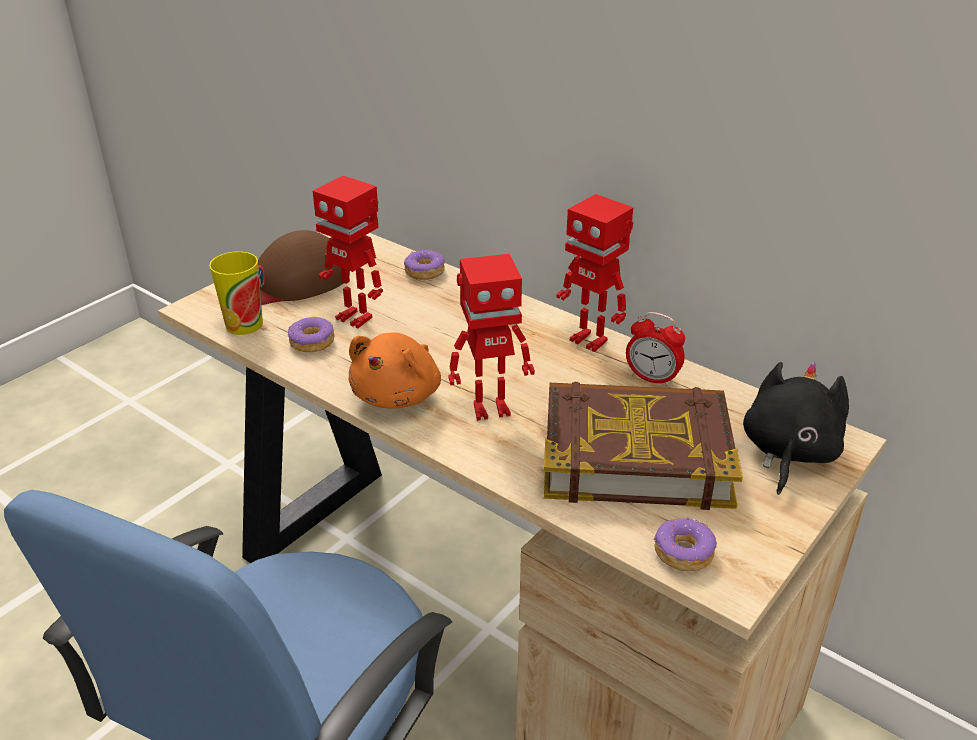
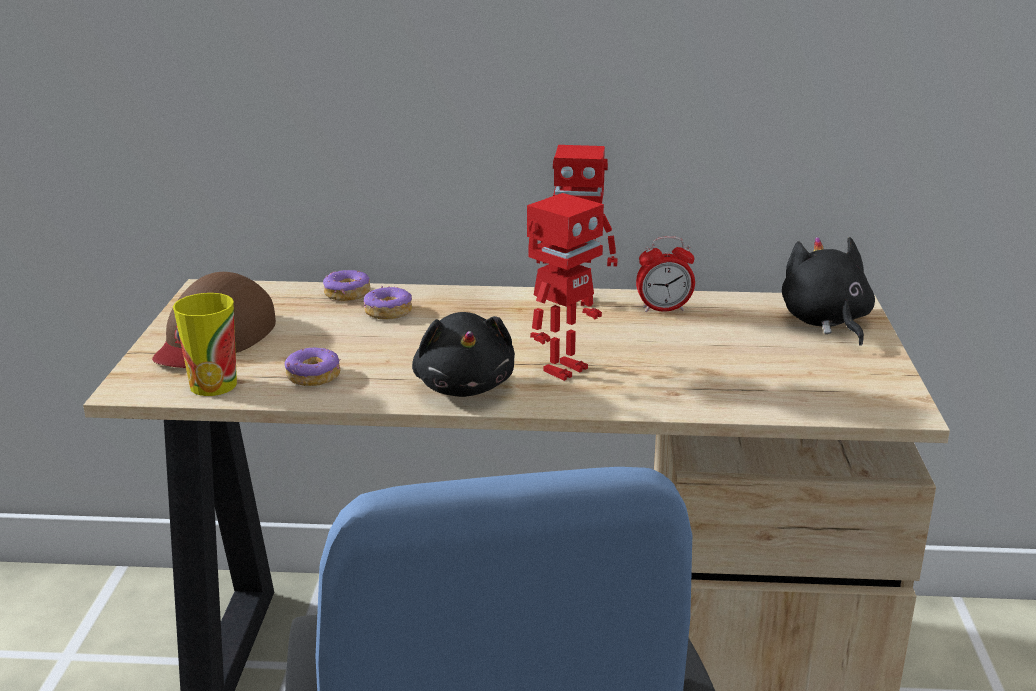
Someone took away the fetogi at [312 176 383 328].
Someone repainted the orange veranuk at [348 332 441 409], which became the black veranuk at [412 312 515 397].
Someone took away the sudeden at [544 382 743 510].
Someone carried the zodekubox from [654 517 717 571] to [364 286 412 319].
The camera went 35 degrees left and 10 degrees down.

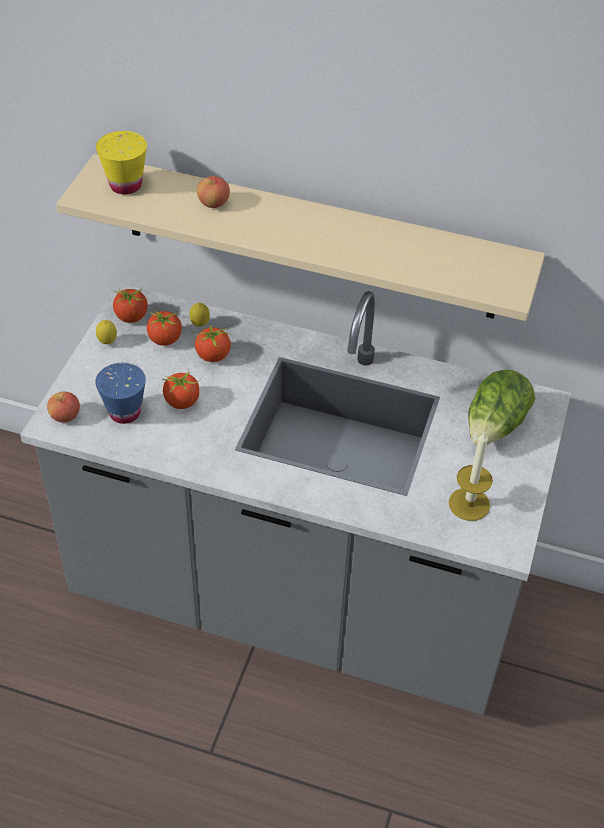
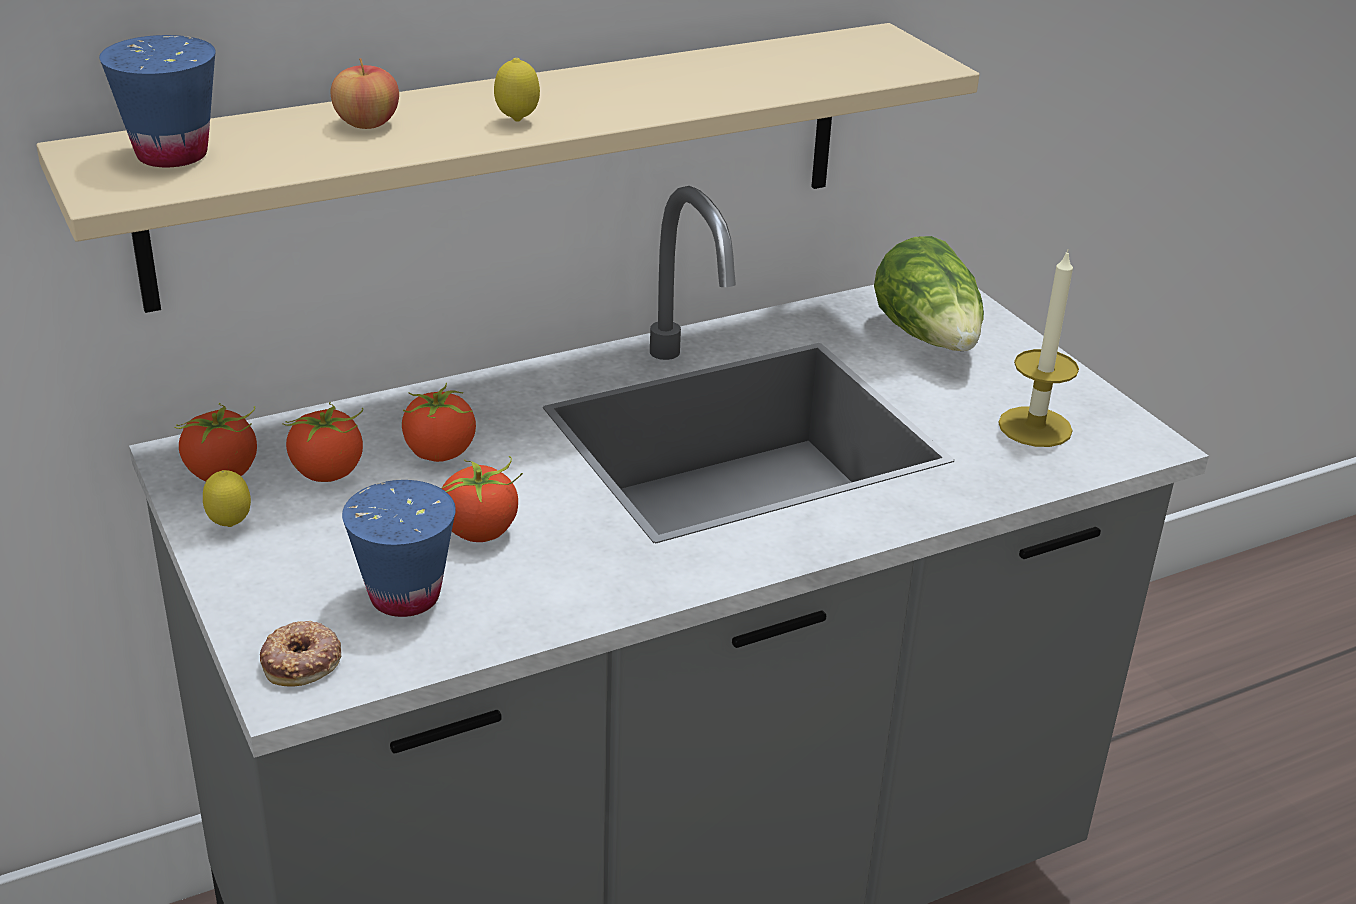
Someone repainted the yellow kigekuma at [96 131 147 195], which became the blue kigekuma at [99 35 216 167].
Someone carried the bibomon from [189 303 210 327] to [494 58 540 122].
Someone swapped the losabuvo at [47 391 80 422] for the zodekubox at [260 621 341 687].
The camera went 45 degrees left and 15 degrees down.

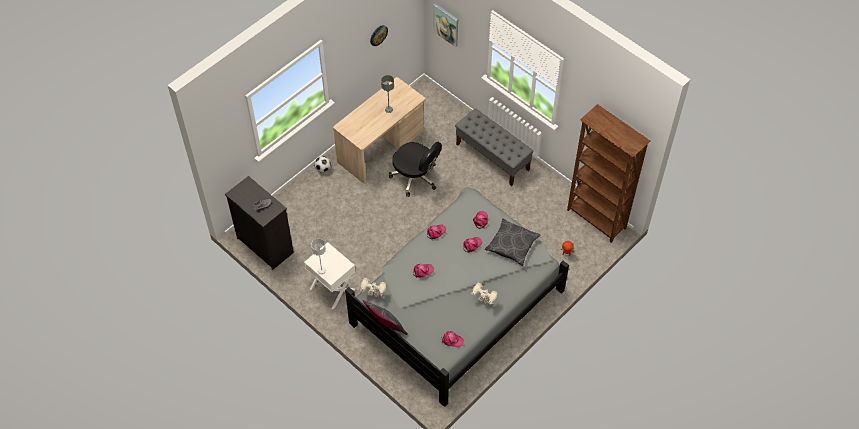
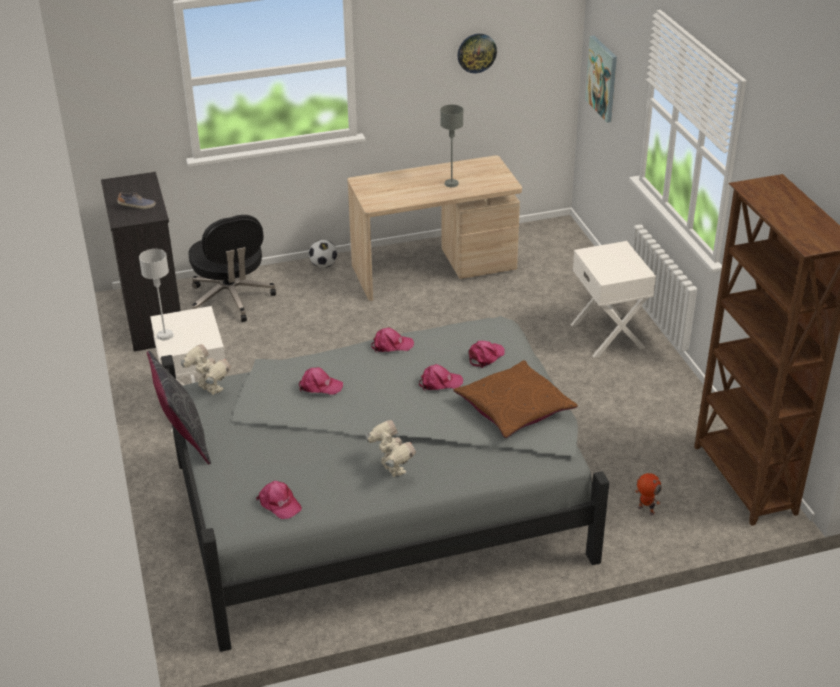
Someone swapped the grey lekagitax at [455 108 534 186] for the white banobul at [571 241 656 358].
Someone carried the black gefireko from [389 142 442 197] to [189 215 276 322].
Someone repainted the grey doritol at [485 218 540 266], which became the brown doritol at [453 360 578 438].
The camera went 30 degrees right and 20 degrees down.

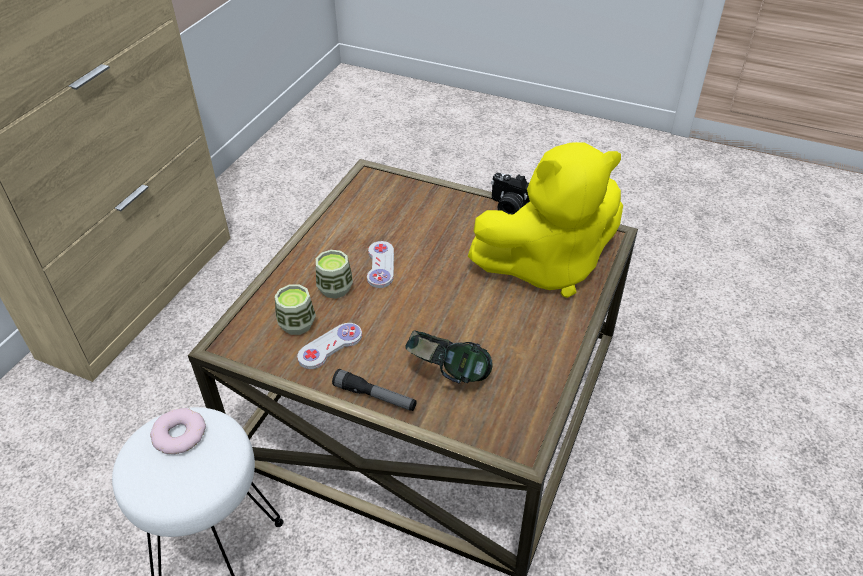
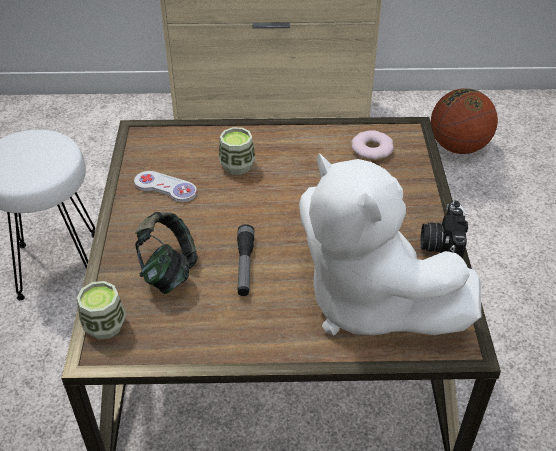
Someone repainted the yellow veranuk at [468 142 623 298], which became the white veranuk at [299 153 481 335].
Someone took away the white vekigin at [367 241 394 288].
Someone carried the kigekuma from [275 284 316 335] to [77 281 126 340].
Someone carried the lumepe from [332 369 417 411] to [237 224 254 296].
Someone carried the zodekubox from [150 408 206 454] to [351 130 394 160].
Someone put down the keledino at [431 88 498 154].
The camera went 65 degrees right and 0 degrees up.

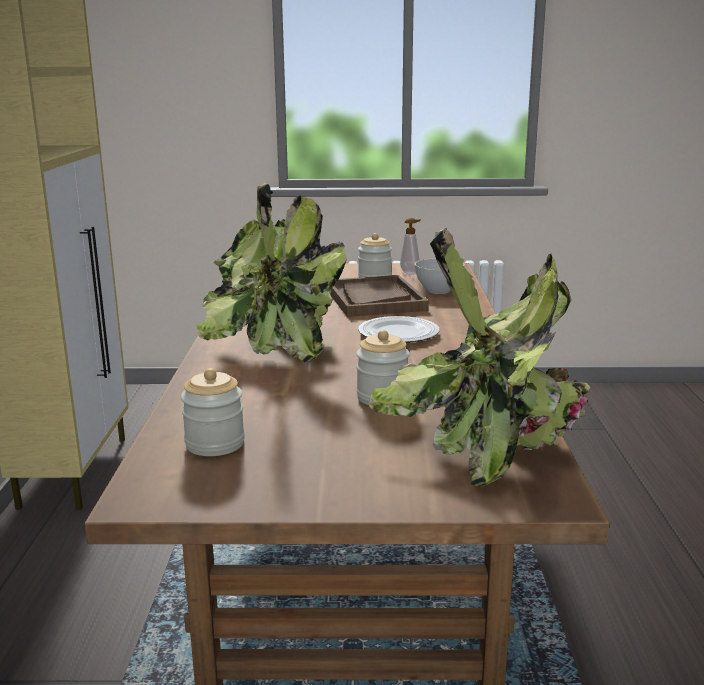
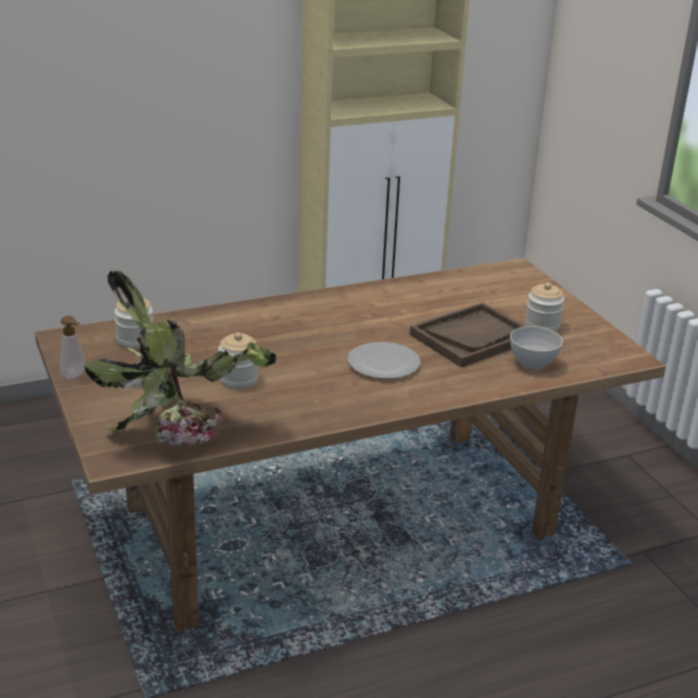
Someone took away the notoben at [197 182 347 362].
Someone carried the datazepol from [400 218 421 274] to [60 316 85 379].
The camera went 65 degrees right and 10 degrees up.

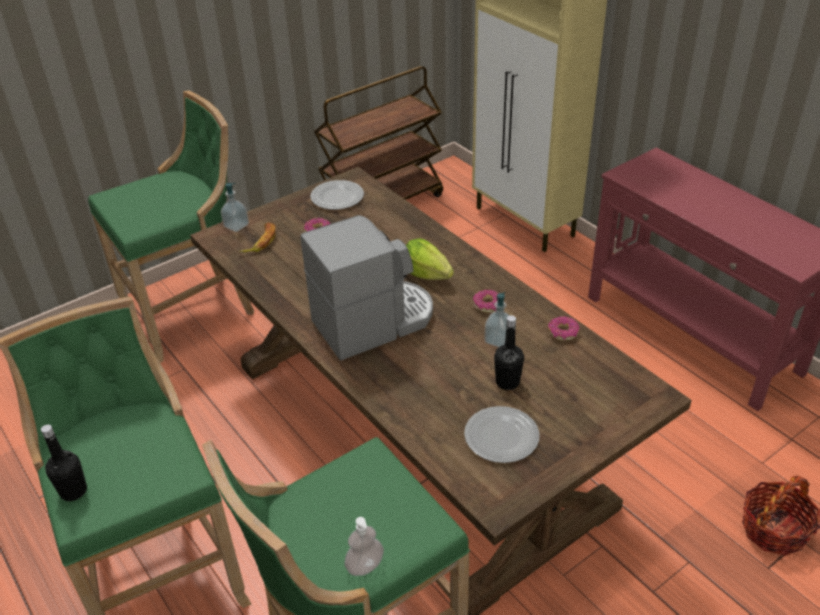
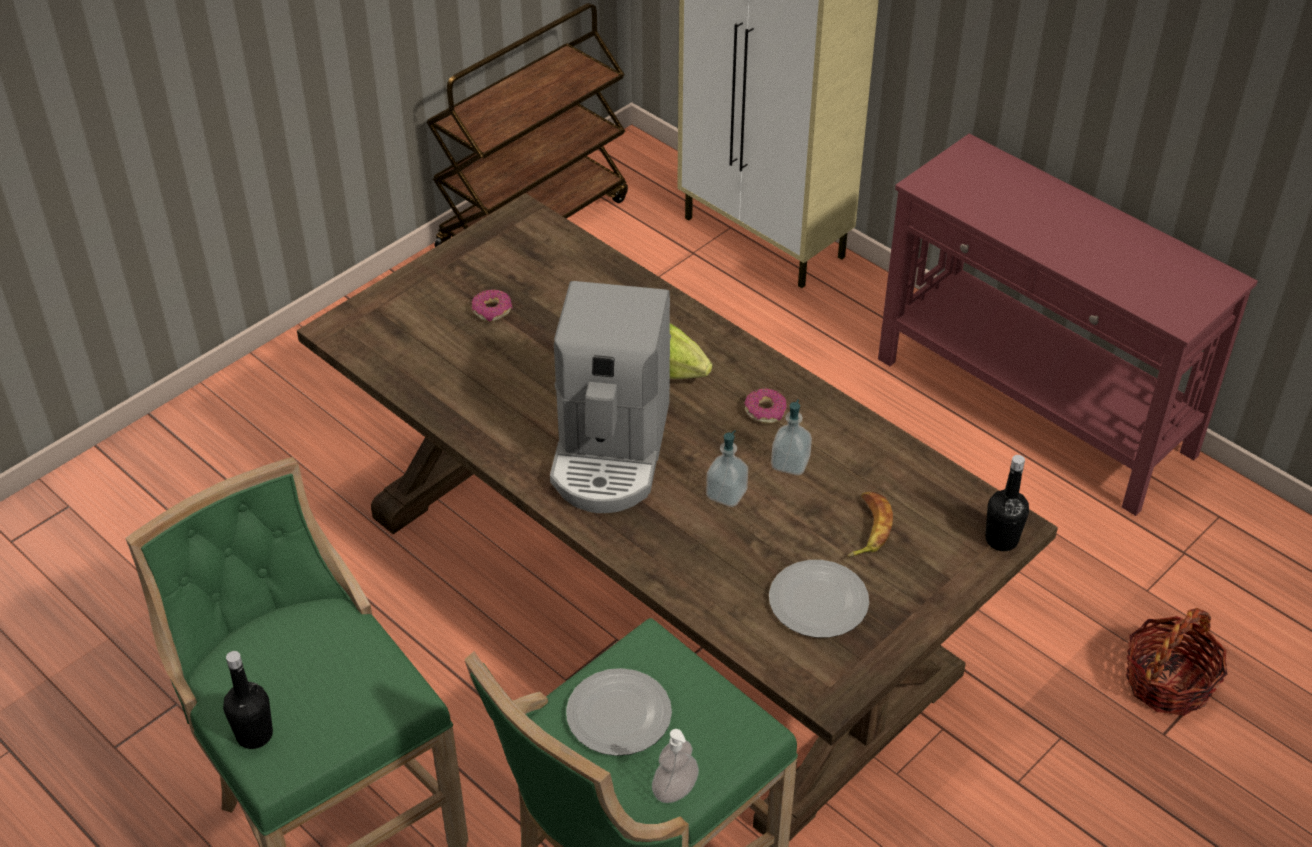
Someone took away the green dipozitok at [88 90 254 363].
Someone carried the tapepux from [310 180 364 210] to [566 668 672 756].
Someone carried the datazepol from [221 183 249 232] to [706 430 748 507].
Someone rotated the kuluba at [300 215 433 360] by 135 degrees clockwise.
Someone carried the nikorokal from [239 222 276 253] to [848 492 893 557].
Someone carried the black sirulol from [494 315 524 390] to [985 455 1029 551].
Someone took away the zodekubox at [548 316 580 341].
The camera went 10 degrees left and 5 degrees up.

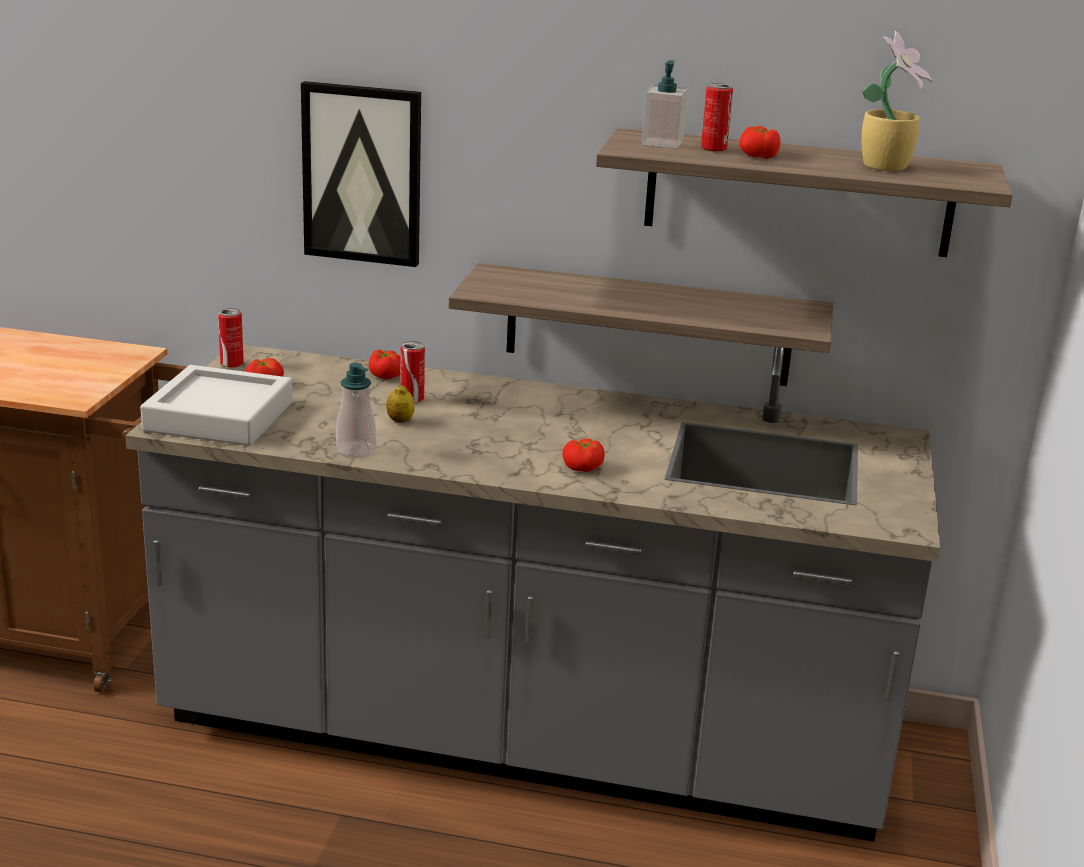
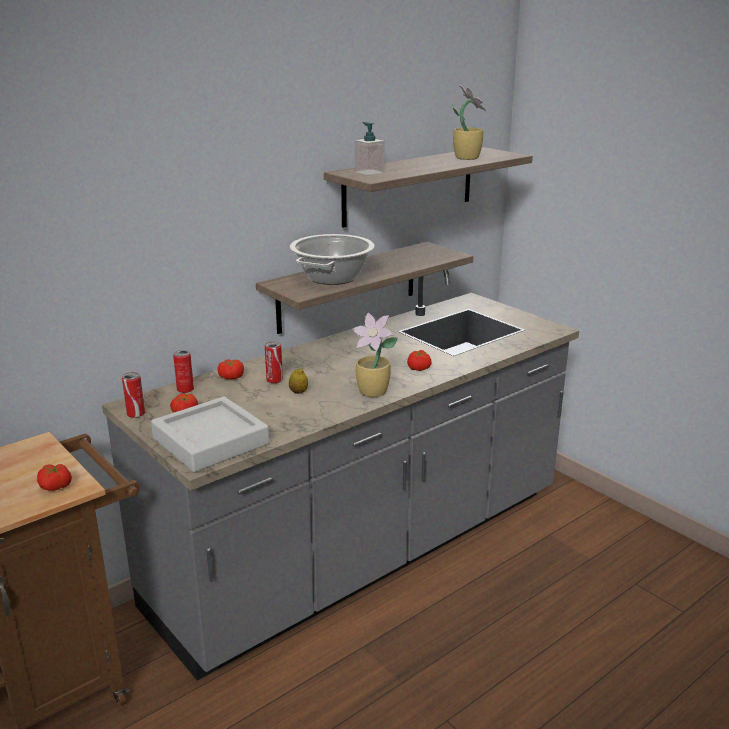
Someone took away the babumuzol at [301 81 421 267].
Someone carried the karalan from [701 83 733 152] to [173 350 194 393].
Someone carried the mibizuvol from [739 126 780 159] to [37 464 72 491].
Someone took away the datazepol at [336 363 376 458].
Someone put down the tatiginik at [290 234 375 285].
Someone put down the notoben at [353 312 398 397].
The camera went 50 degrees left and 0 degrees up.

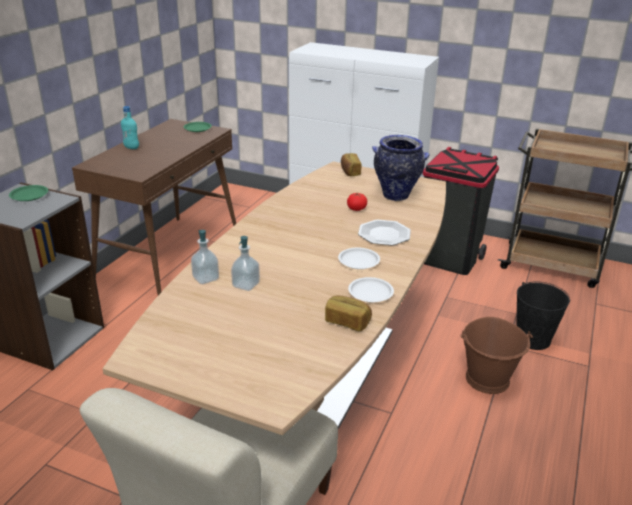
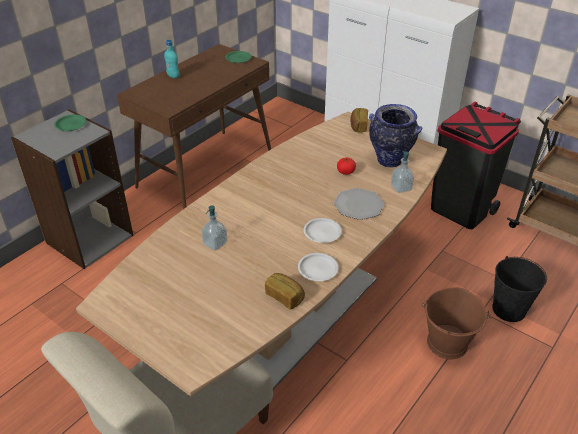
Someone carried the datazepol from [191 230 219 284] to [391 151 414 193].
The camera went 15 degrees right and 10 degrees up.

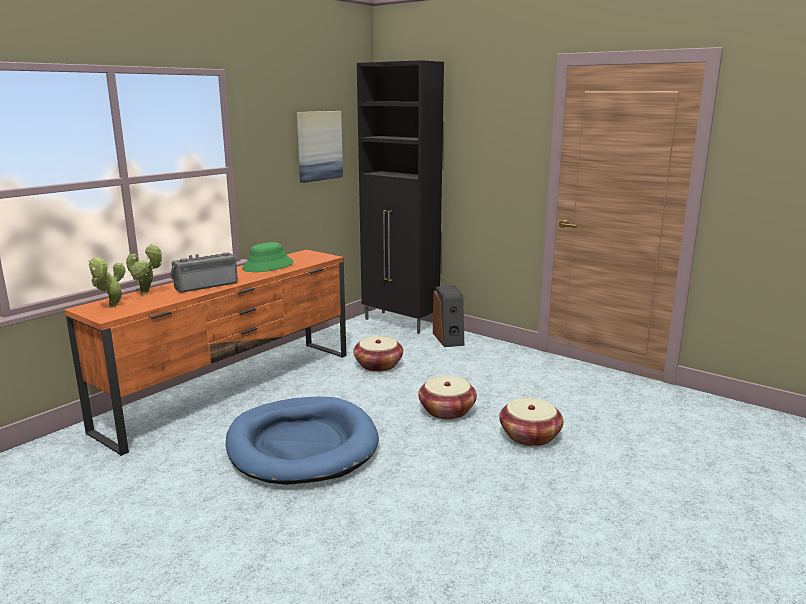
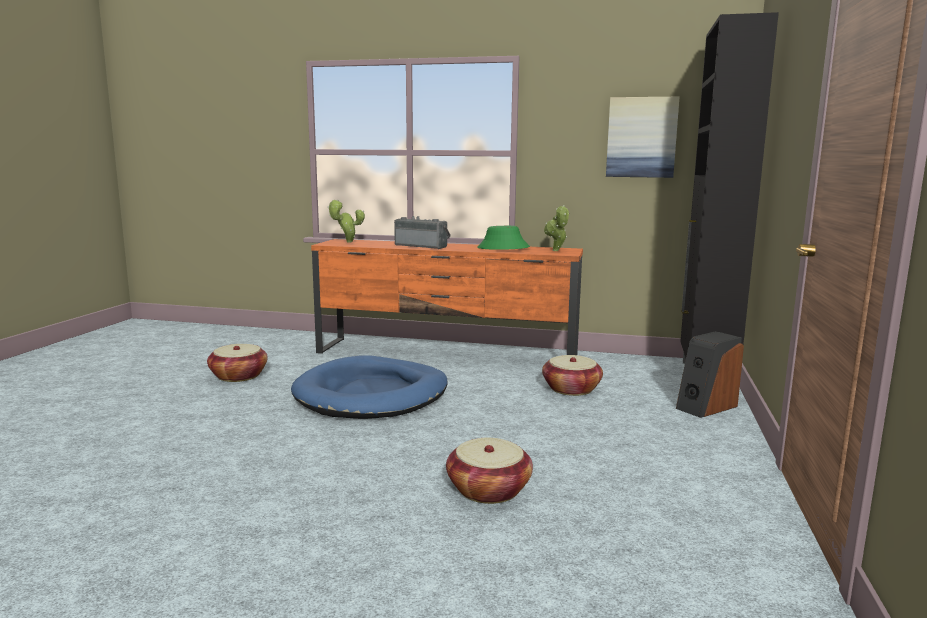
Someone carried the notoben from [126 243 163 295] to [544 205 569 251].
Someone carried the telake from [418 376 477 420] to [207 344 268 382].
The camera went 65 degrees right and 5 degrees down.

